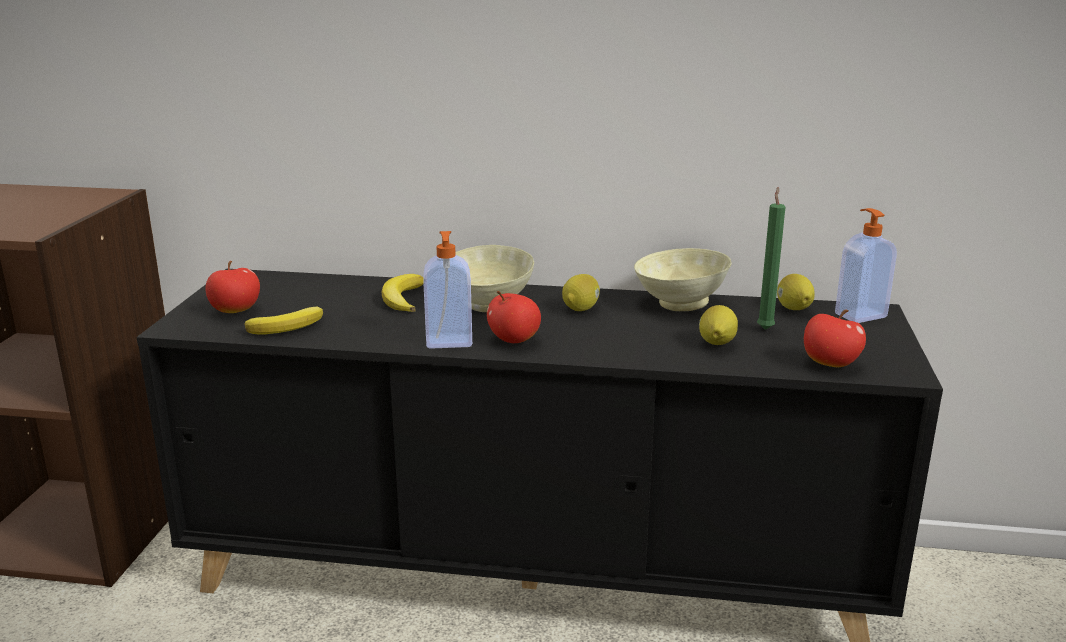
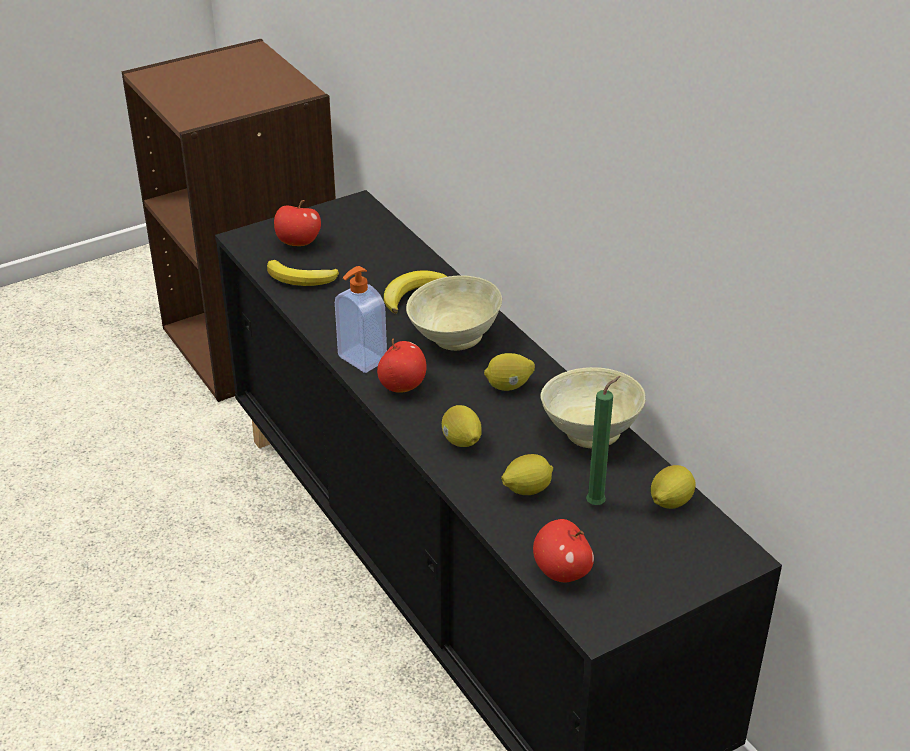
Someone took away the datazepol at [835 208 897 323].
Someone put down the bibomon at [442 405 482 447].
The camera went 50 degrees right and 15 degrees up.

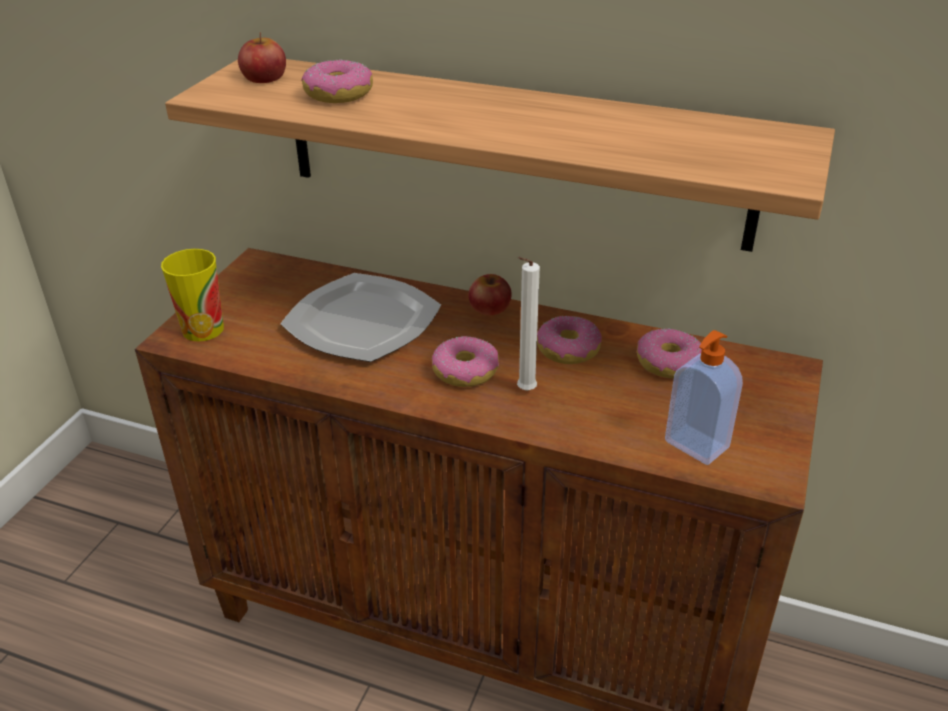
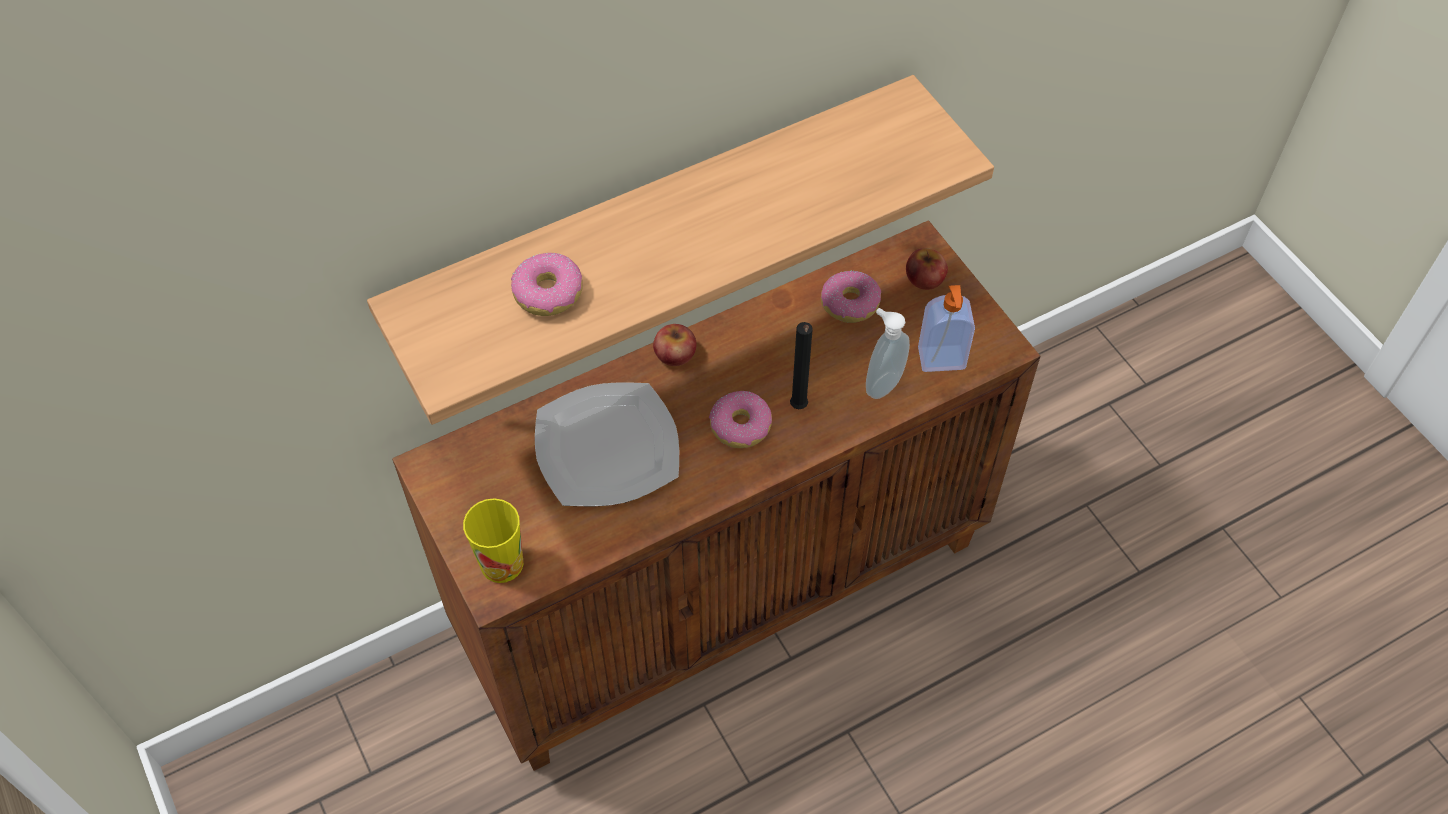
Someone carried the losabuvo from [238 32 286 83] to [906 248 948 290].
Someone repainted the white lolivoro at [517 257 540 391], which became the black lolivoro at [790 322 813 409].
Someone took away the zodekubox at [537 316 602 364].
Someone put down the datazepol at [866 308 910 399].
The camera went 50 degrees left and 20 degrees up.

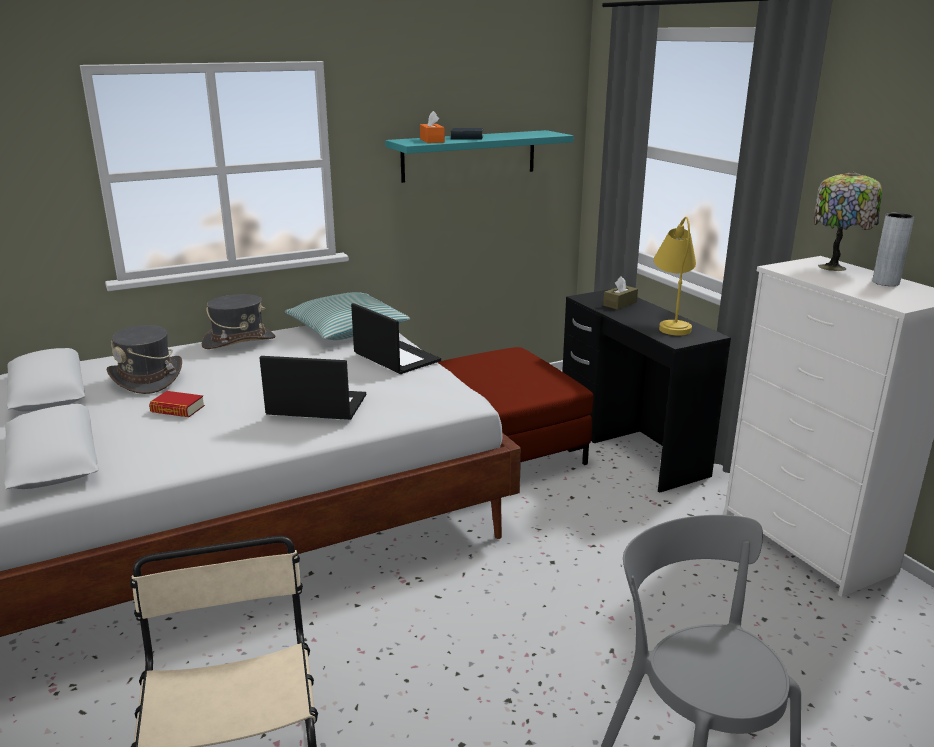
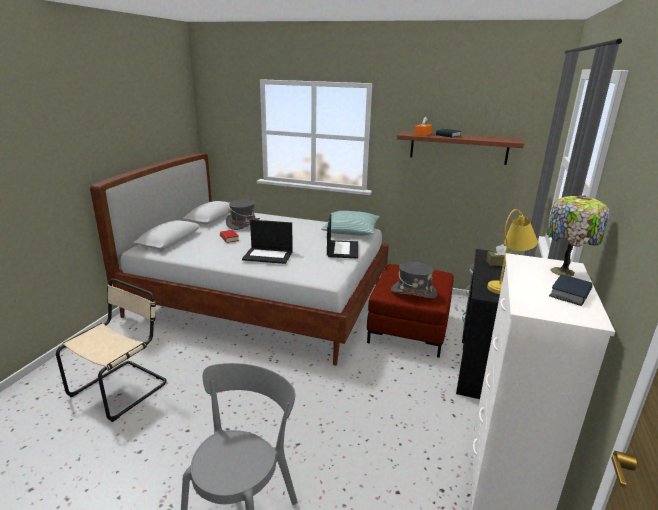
Someone repainted the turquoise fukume at [385 130 574 183], which became the brown fukume at [397 131 524 165].
Someone swapped the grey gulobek at [872 213 914 286] for the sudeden at [549 274 593 306].
Someone carried the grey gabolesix from [202 294 275 349] to [391 262 437 298].
Someone rotated the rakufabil at [259 356 366 420] by 135 degrees clockwise.
The camera went 45 degrees right and 0 degrees up.

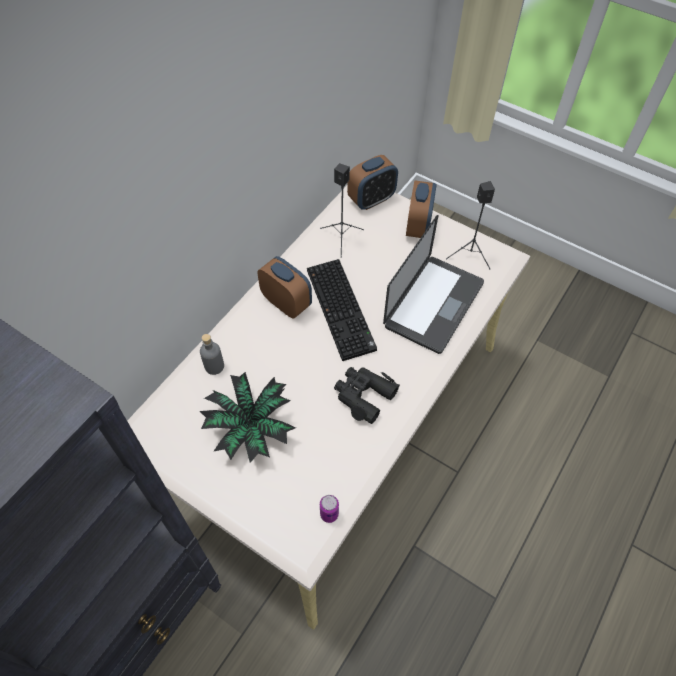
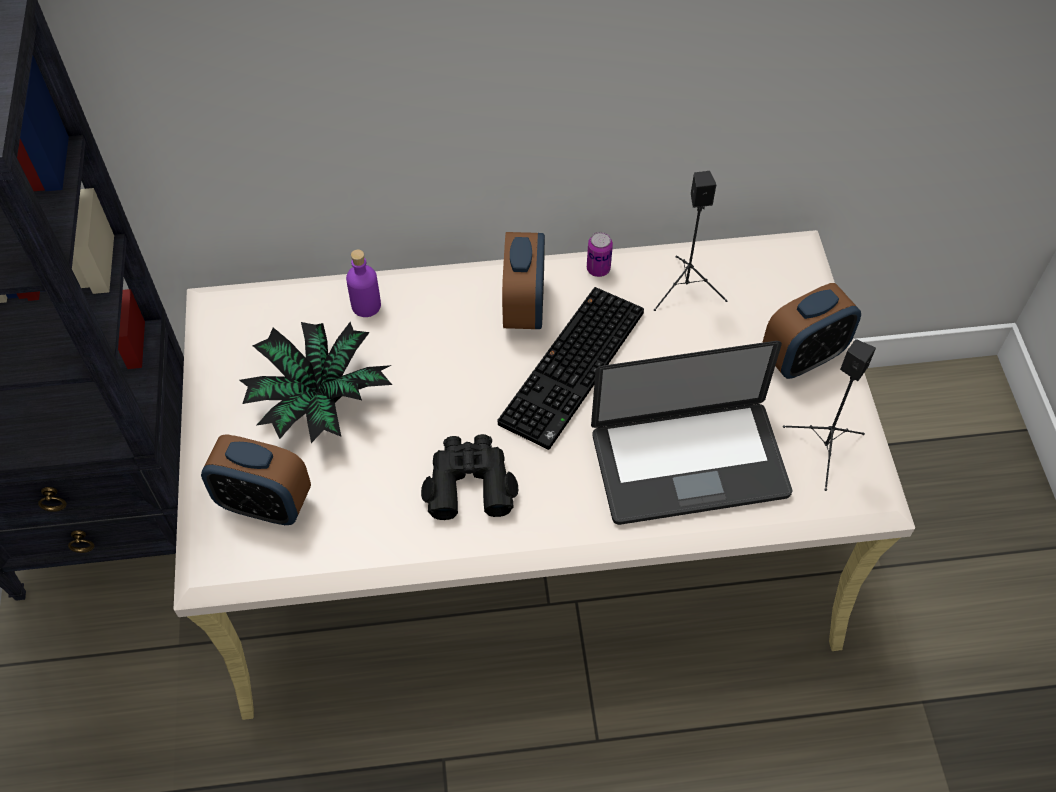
Someone carried the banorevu from [347 155 398 210] to [201 434 311 525].
Someone repainted the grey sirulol at [200 334 224 375], which became the purple sirulol at [346 250 381 317].
Someone carried the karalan from [320 495 339 523] to [587 232 613 277].
The camera went 50 degrees right and 0 degrees up.

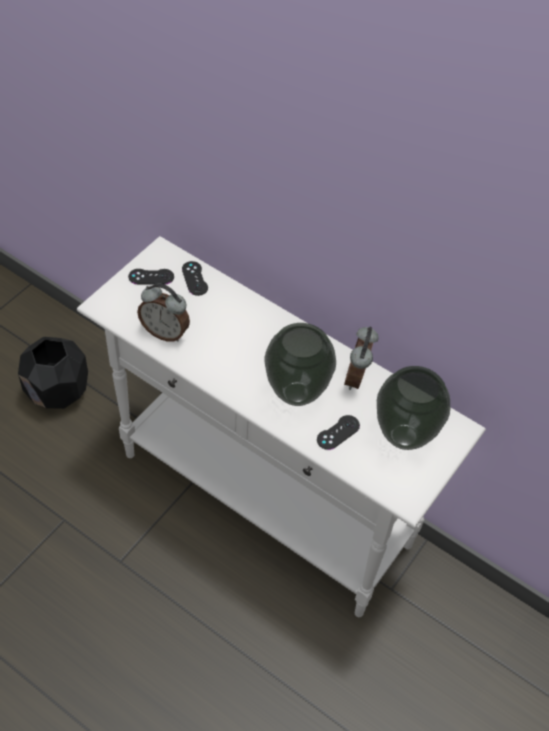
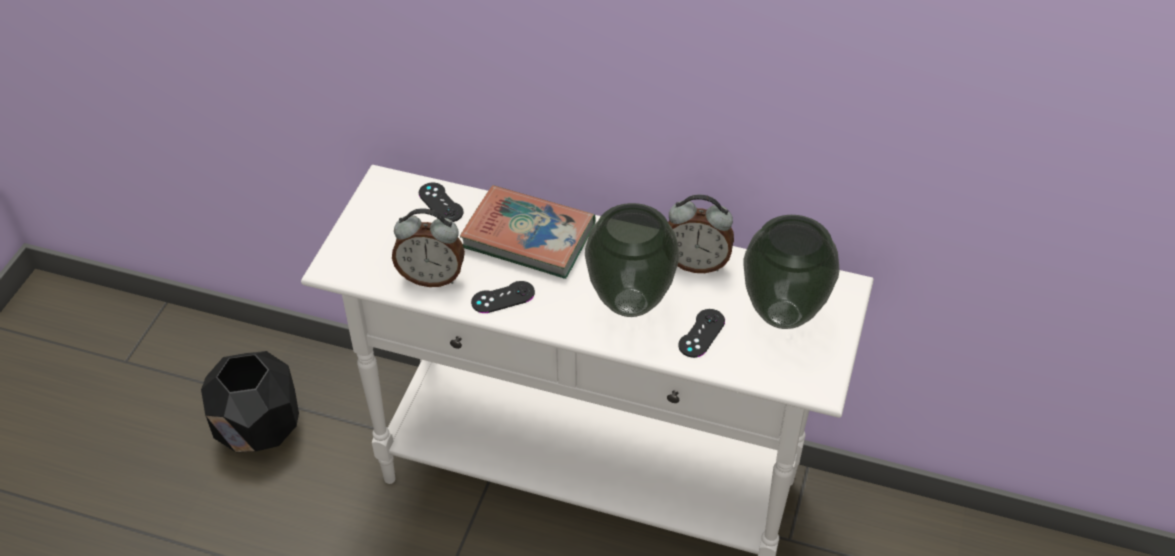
Someone carried the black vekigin from [128 269 174 285] to [471 281 535 313].
Someone rotated the banorevu at [344 326 378 390] by 75 degrees counterclockwise.
Someone put down the sudeden at [460 185 596 279].
The camera went 15 degrees left and 5 degrees down.

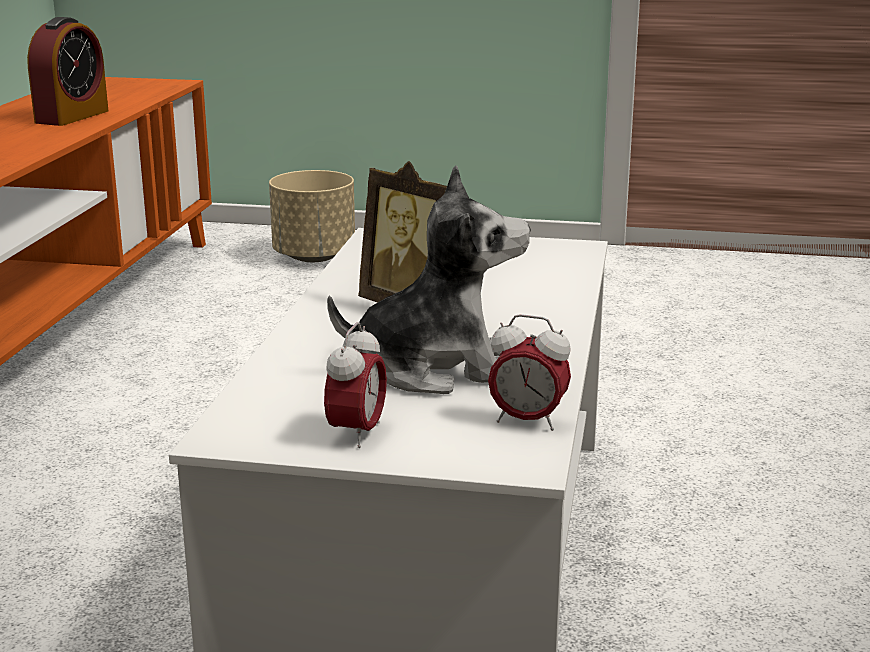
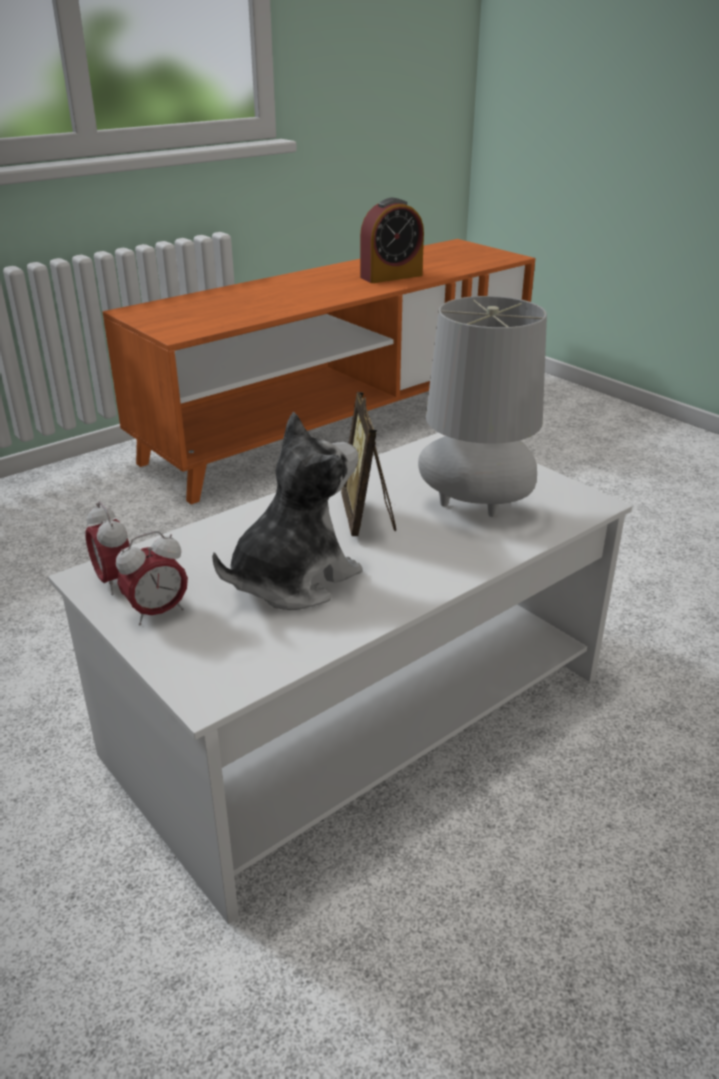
Someone rotated the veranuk at [327 166 530 394] by 75 degrees counterclockwise.
Someone took away the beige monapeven at [269 170 355 262].
Someone carried the banorevu from [488 314 571 431] to [85 501 129 595].
Someone put down the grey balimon at [418 296 547 517].
The camera went 40 degrees right and 10 degrees up.

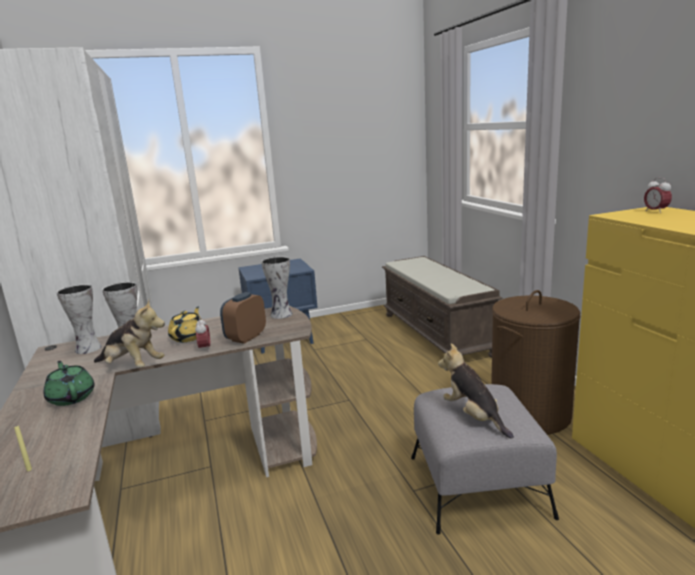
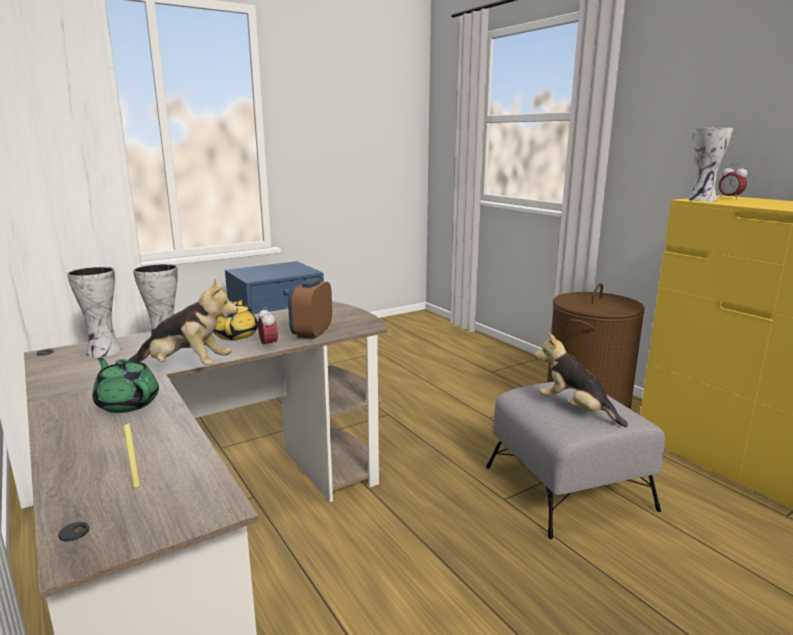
Someone carried the gulobek from [261 256 292 319] to [688 128 733 201].
Someone took away the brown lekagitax at [382 256 502 358].
The camera went 15 degrees left and 0 degrees up.

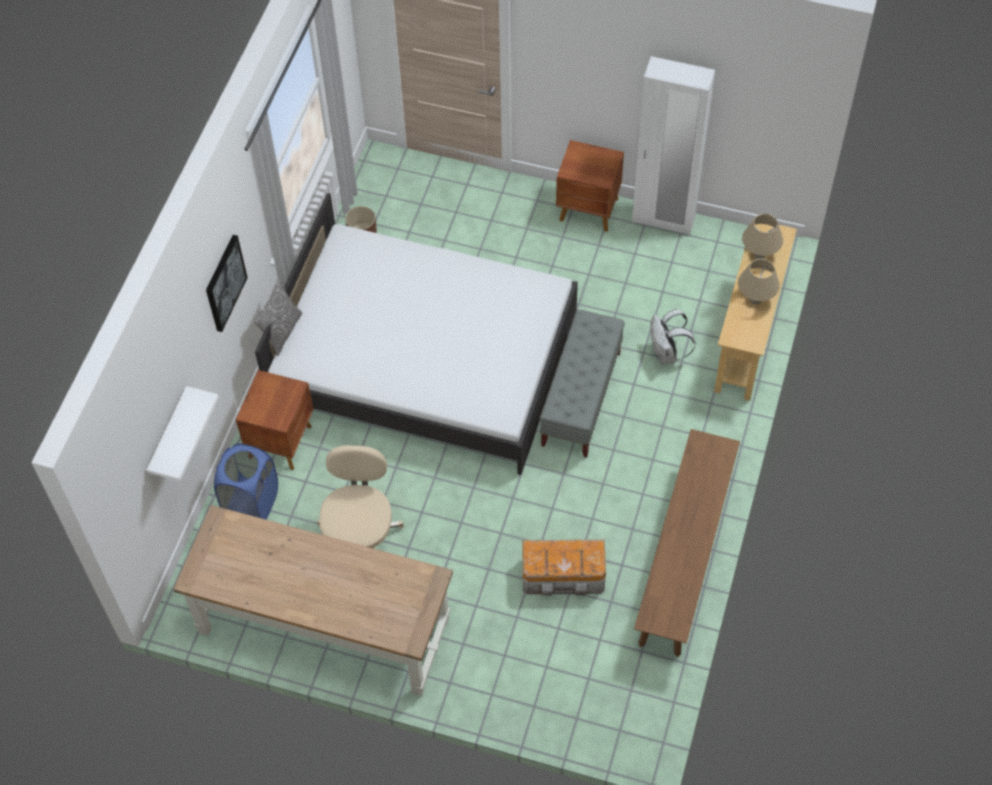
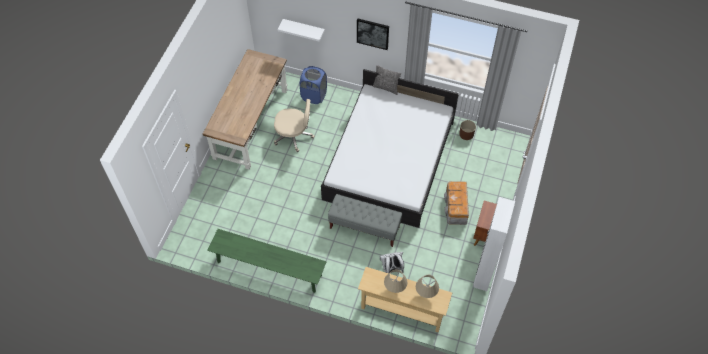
Someone took away the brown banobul at [236 370 313 470].
Someone repainted the brown lekagitax at [634 429 740 657], which became the green lekagitax at [207 229 327 293].
Someone carried the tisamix from [523 540 606 596] to [444 181 469 225].
The camera went 90 degrees right and 0 degrees up.

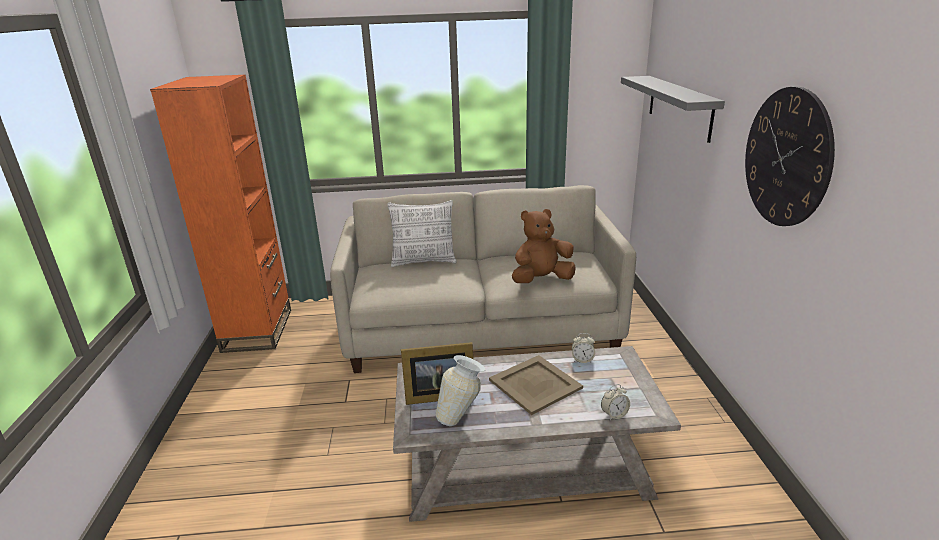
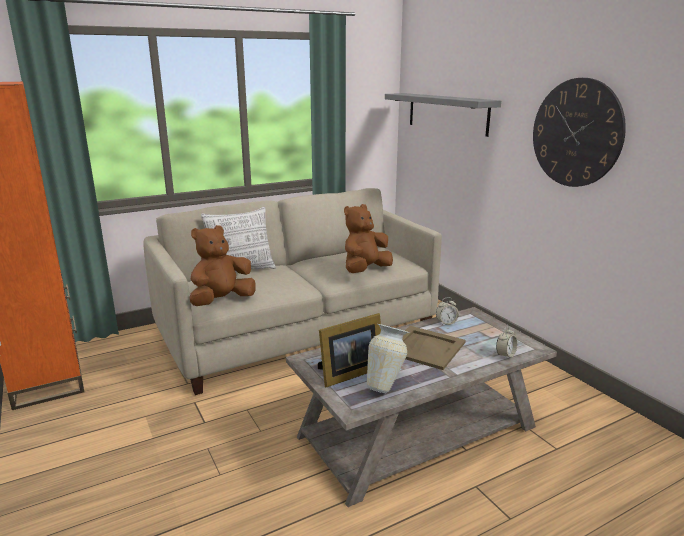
Someone put down the brown veranuk at [190 225 256 306].
The camera went 25 degrees left and 5 degrees down.

